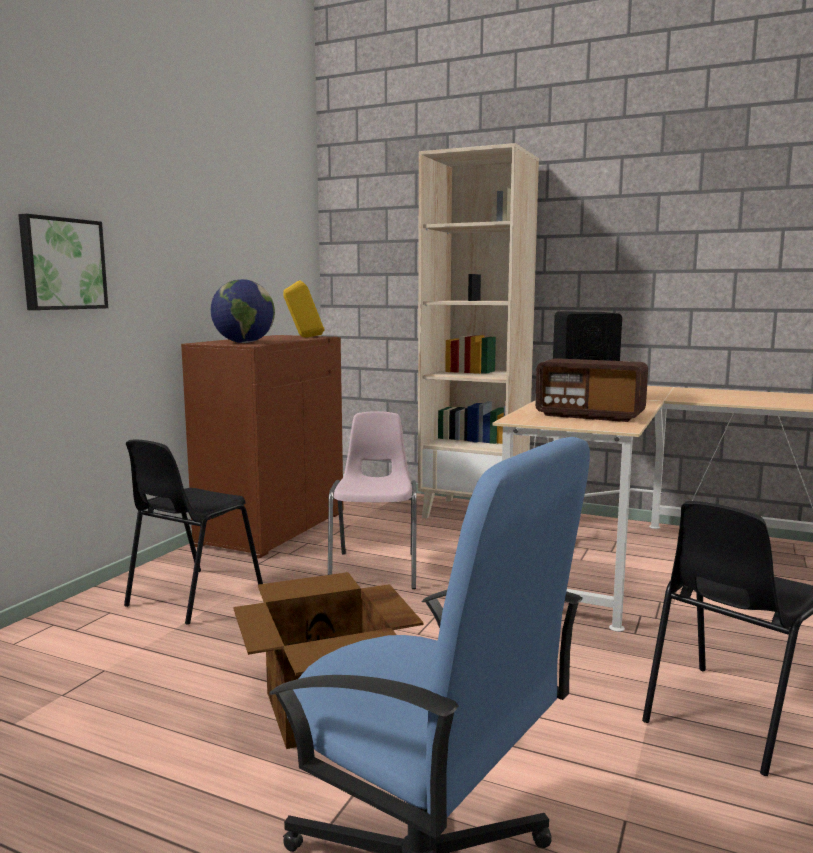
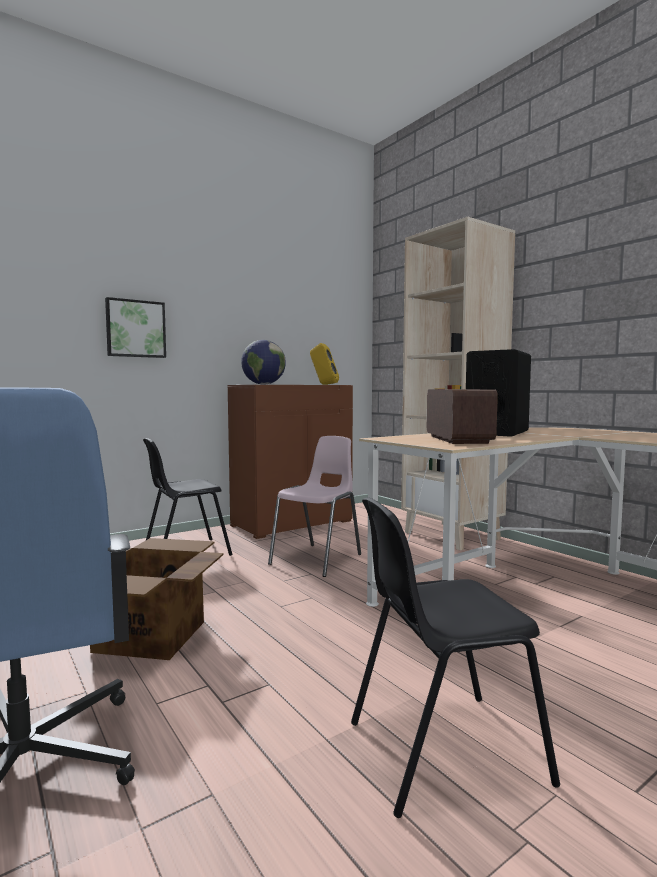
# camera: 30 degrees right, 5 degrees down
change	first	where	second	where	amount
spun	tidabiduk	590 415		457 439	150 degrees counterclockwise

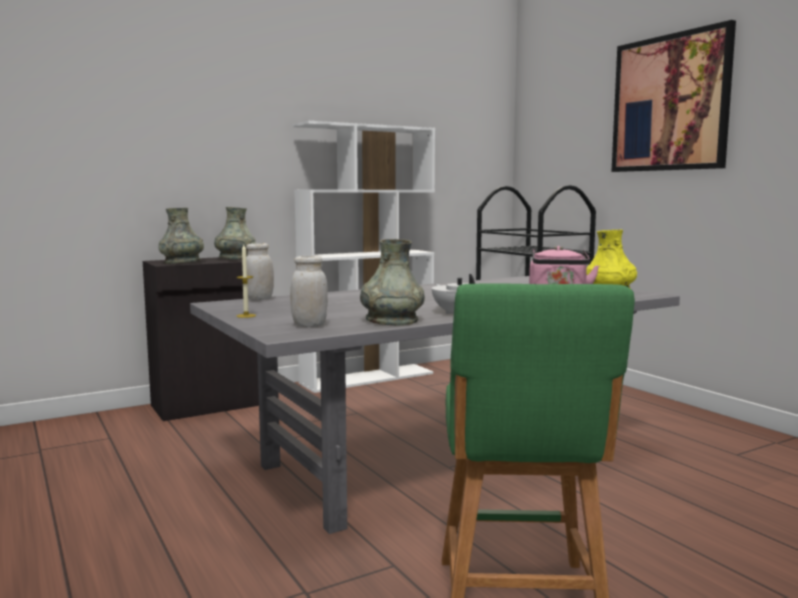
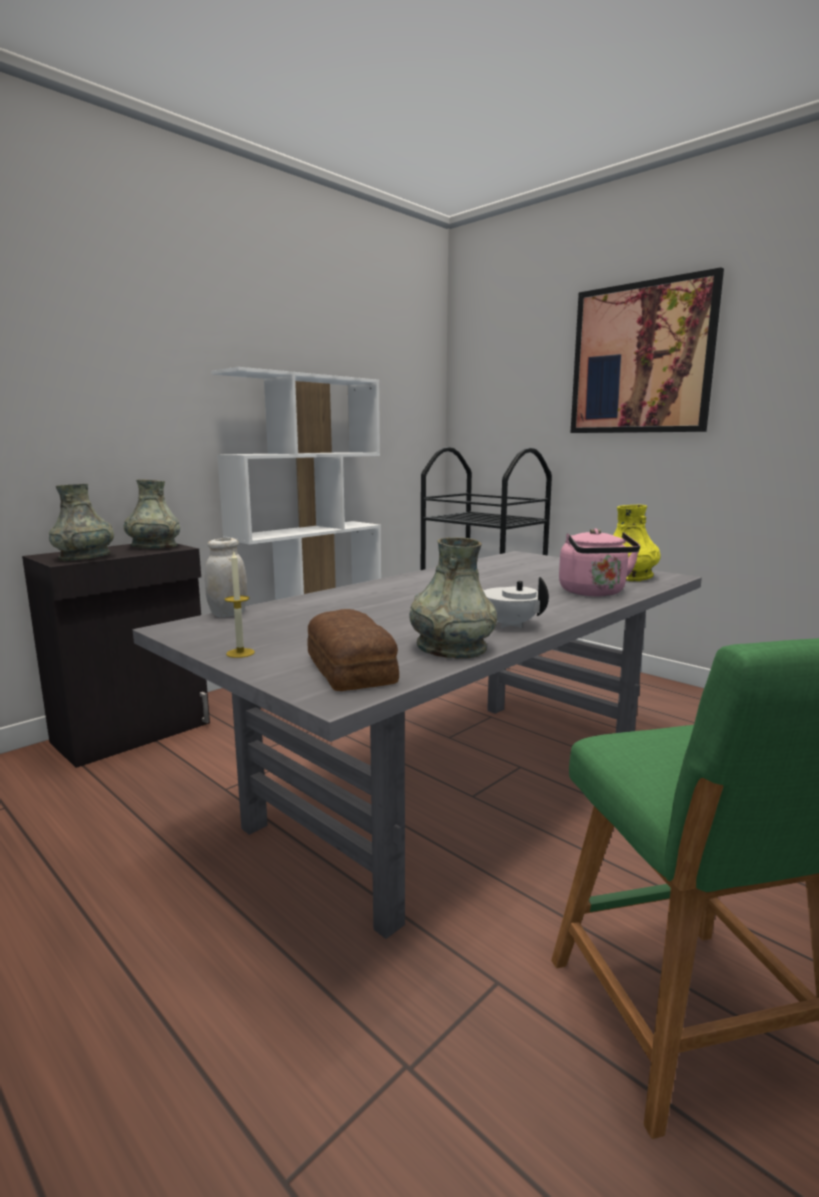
# camera: 15 degrees left, 5 degrees up
change	first	where	second	where	amount
exchanged	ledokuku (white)	309 325	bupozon	352 668	

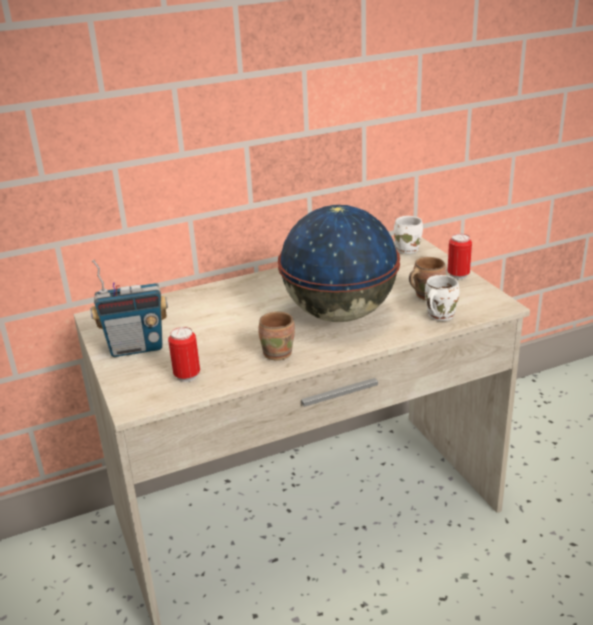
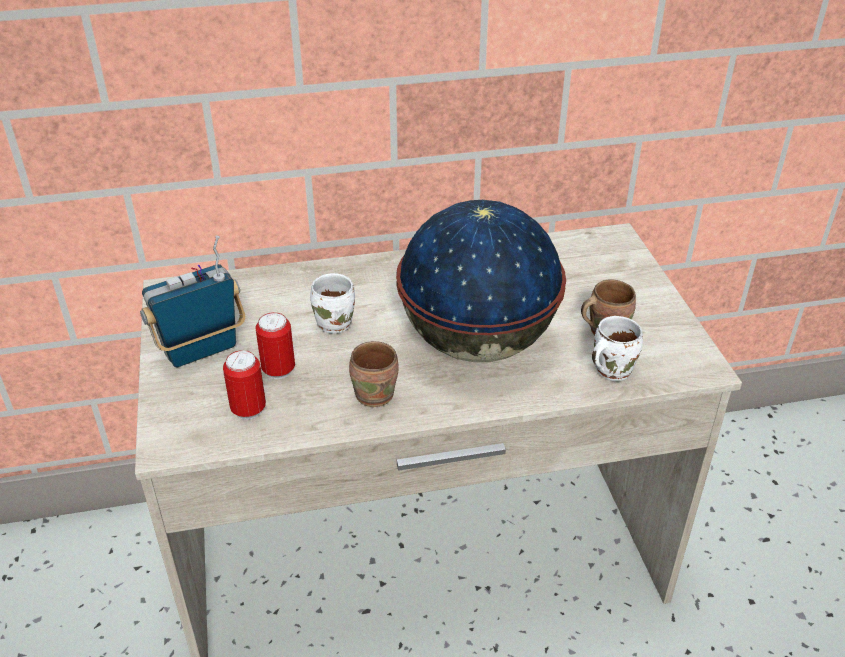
# camera: 10 degrees right, 10 degrees up
change	first	where	second	where	amount
spun	tidabiduk	136 348		201 351	150 degrees clockwise
relocated	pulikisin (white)	408 249		337 322	
relocated	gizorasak	458 275		278 370	

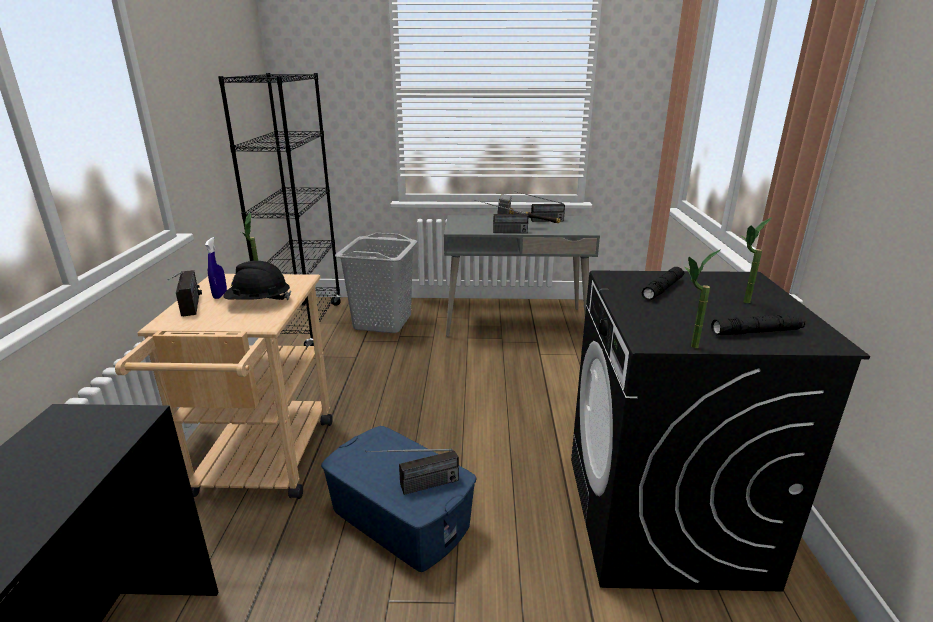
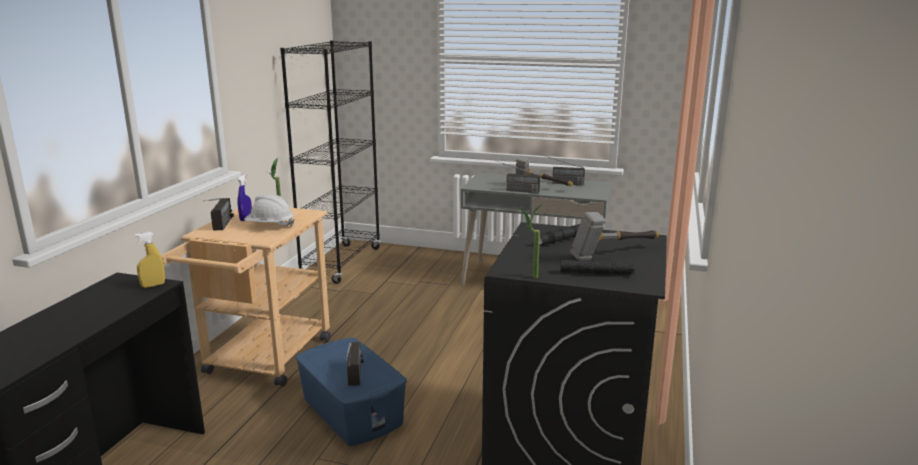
# camera: 15 degrees right, 5 degrees down
change	first	where	second	where	amount
colour	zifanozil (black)	258 302	zifanozil (white)	270 226	
missing	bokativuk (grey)	383 322			
spun	tidabiduk	415 488		355 379	90 degrees counterclockwise
exchanged	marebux	741 302	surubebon	614 254	
appeared			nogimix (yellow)	153 285	

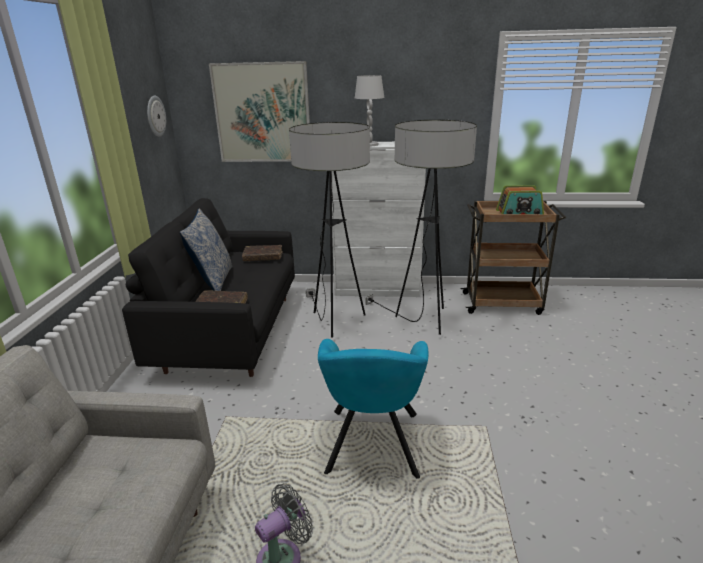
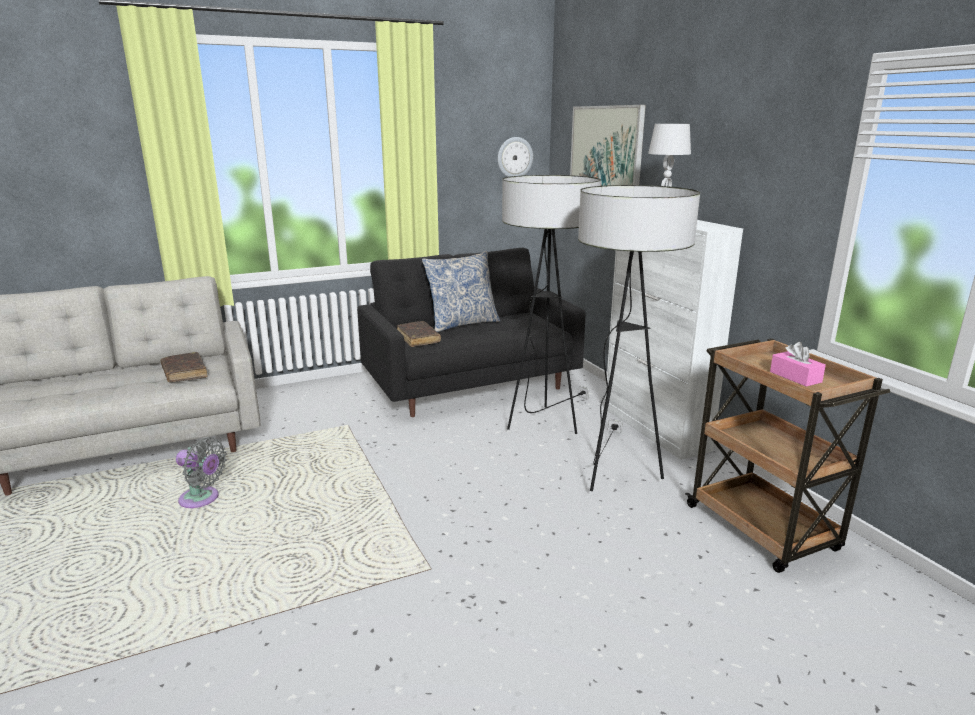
# camera: 60 degrees right, 5 degrees down
change	first	where	second	where	amount
relocated	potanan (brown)	263 257		184 373	
missing	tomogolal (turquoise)	373 446			
exchanged	tidabiduk	519 213	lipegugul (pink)	795 377	

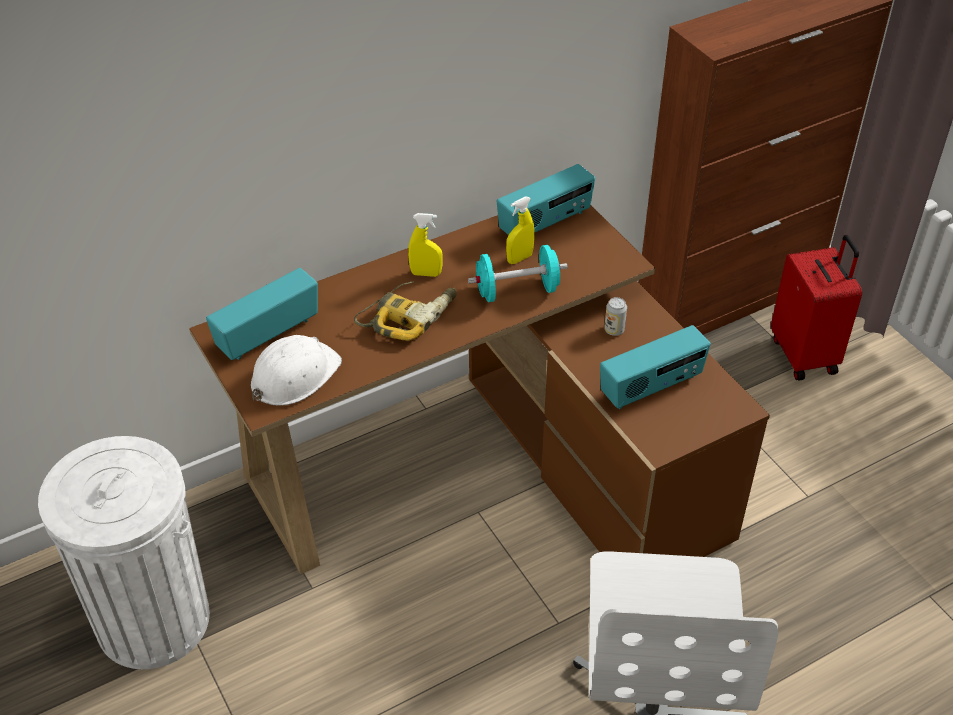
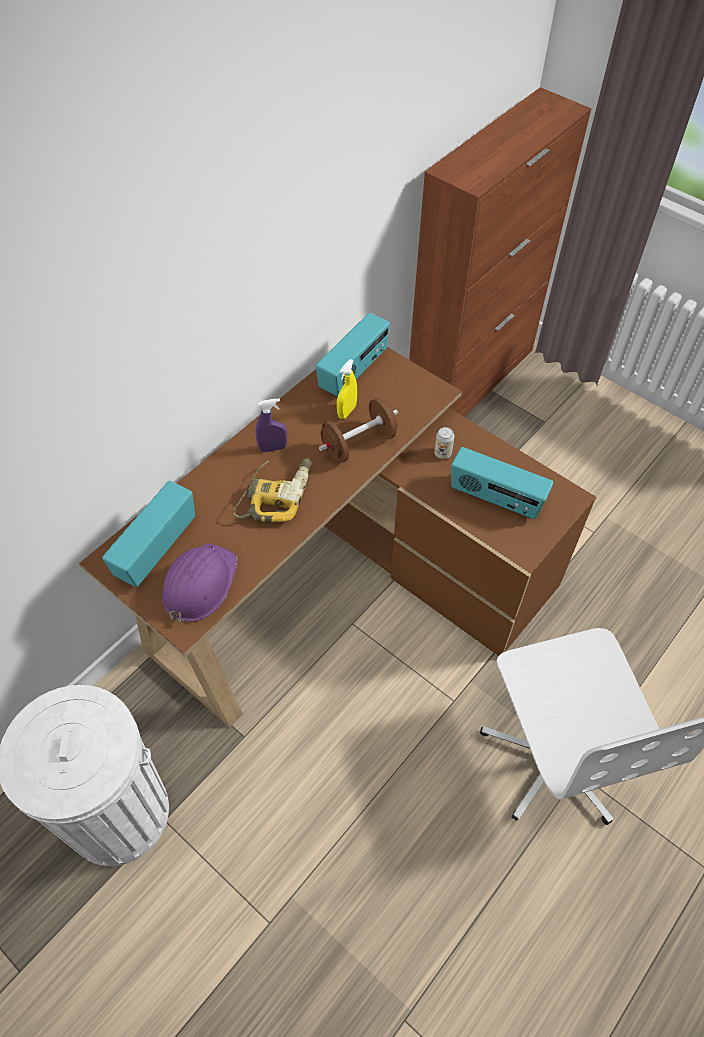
# camera: 20 degrees left, 10 degrees up
change	first	where	second	where	amount
colour	zifanozil (white)	294 376	zifanozil (purple)	199 584	
colour	nogimix (yellow)	426 273	nogimix (purple)	273 448	
colour	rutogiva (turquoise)	517 291	rutogiva (brown)	358 443	
spun	tidabiduk	651 387		495 499	75 degrees clockwise
missing	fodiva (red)	805 355			

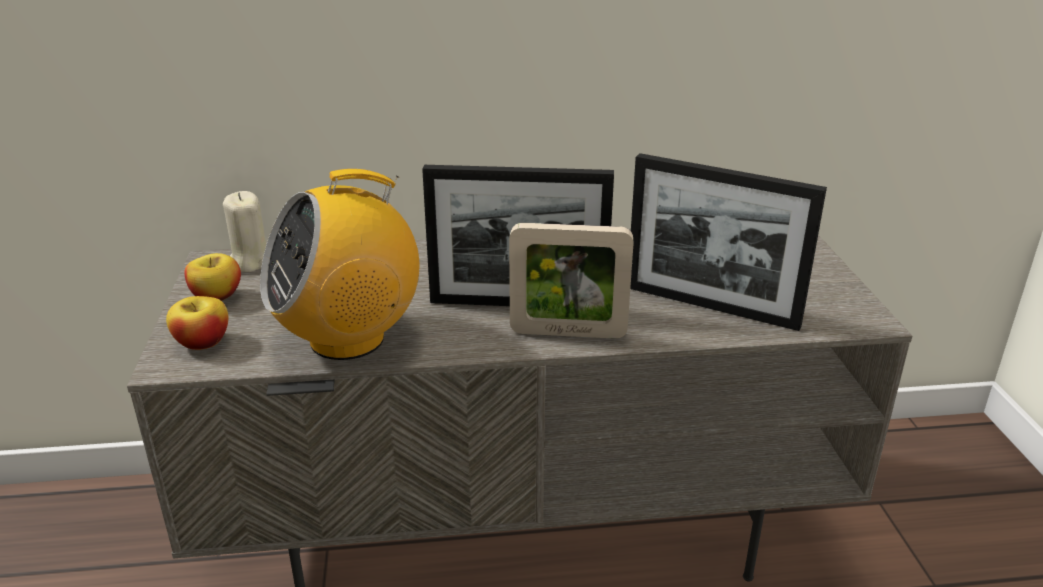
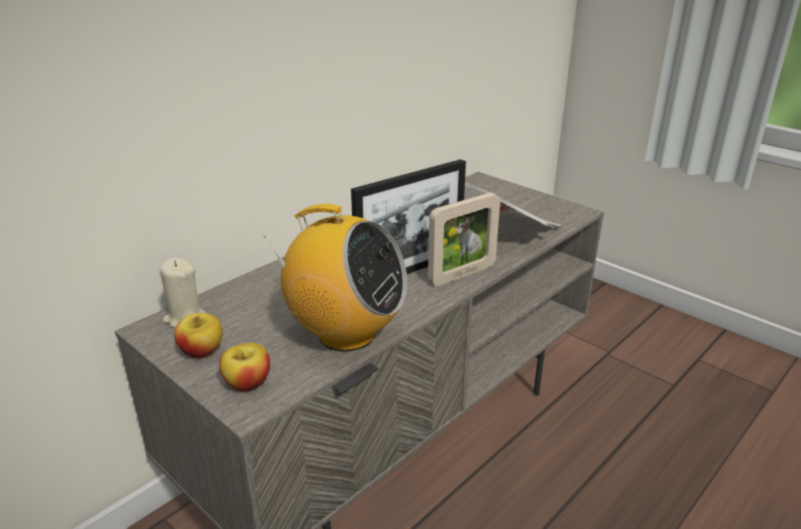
# camera: 40 degrees left, 0 degrees up
change	first	where	second	where	amount
spun	tidabiduk	348 339		345 334	90 degrees counterclockwise
exchanged	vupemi	710 306	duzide	506 232	

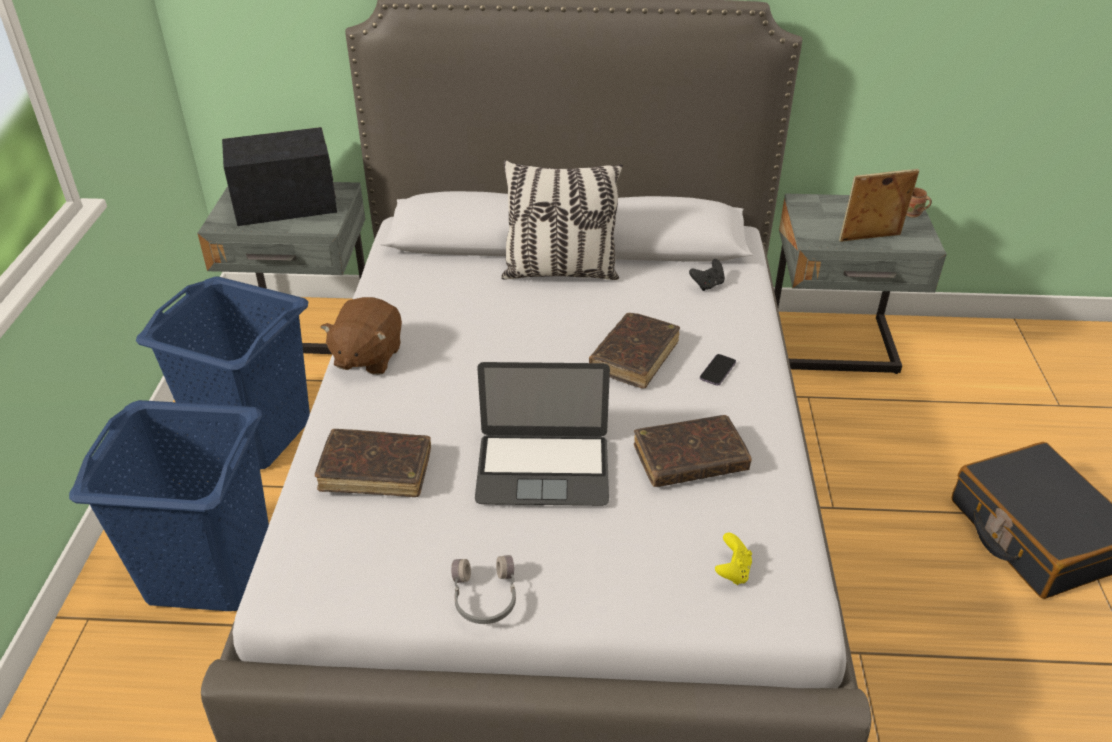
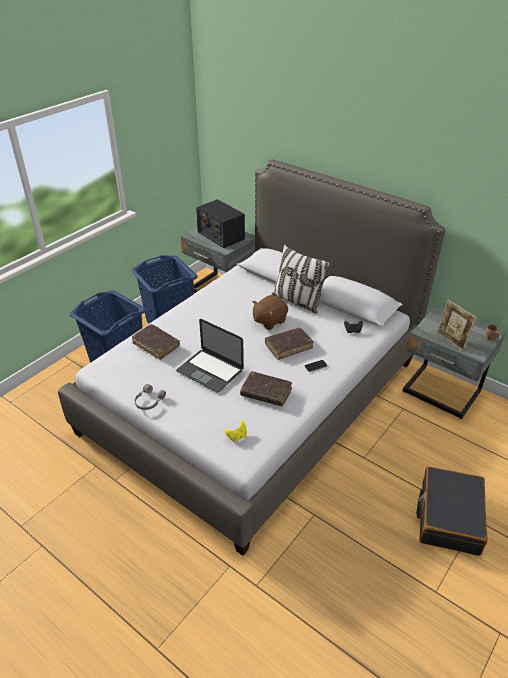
# camera: 35 degrees right, 0 degrees up
change	first	where	second	where	amount
spun	tidabiduk	286 204		220 235	150 degrees counterclockwise
relocated	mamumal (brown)	367 357		269 321	
spun	vupemi	870 239		451 341	150 degrees counterclockwise

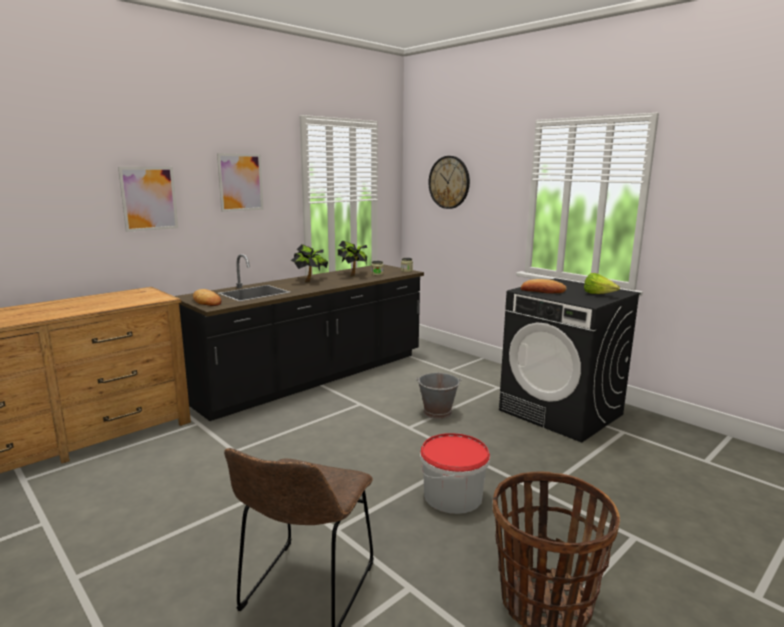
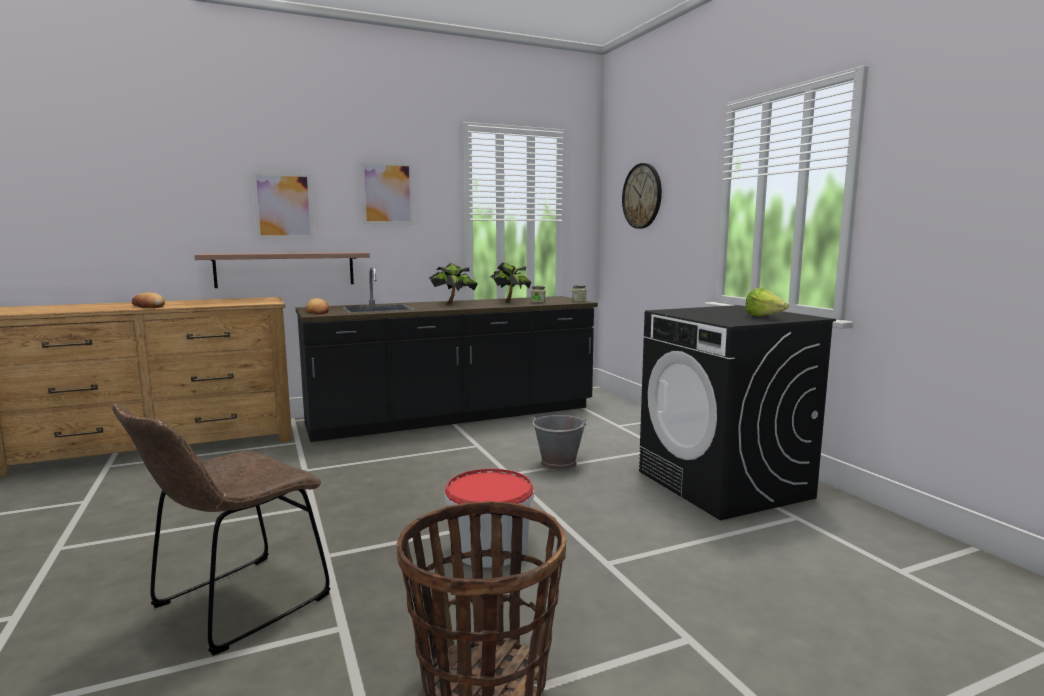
# camera: 20 degrees right, 5 degrees down
change	first	where	second	where	amount
relocated	bupozon	542 291		148 306	
appeared			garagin	285 269	

